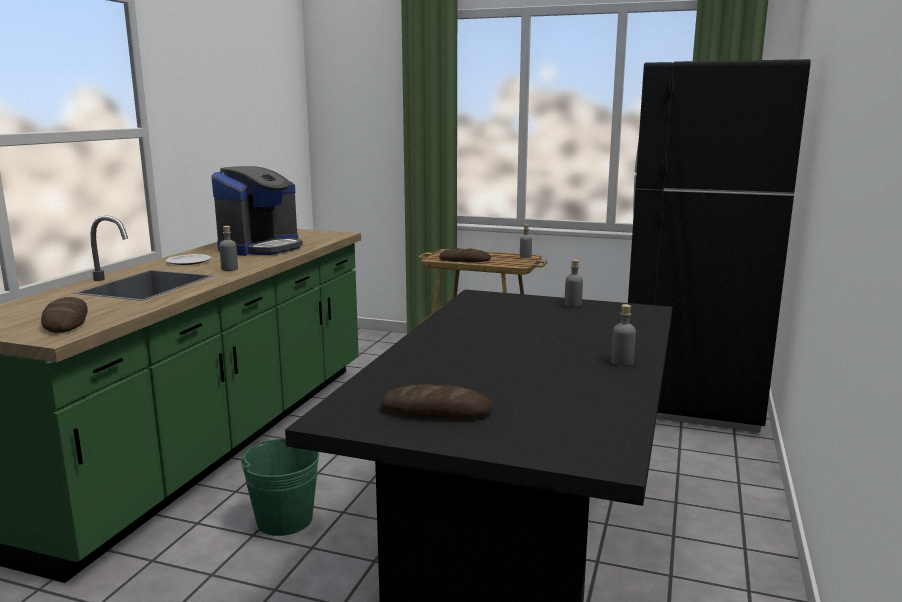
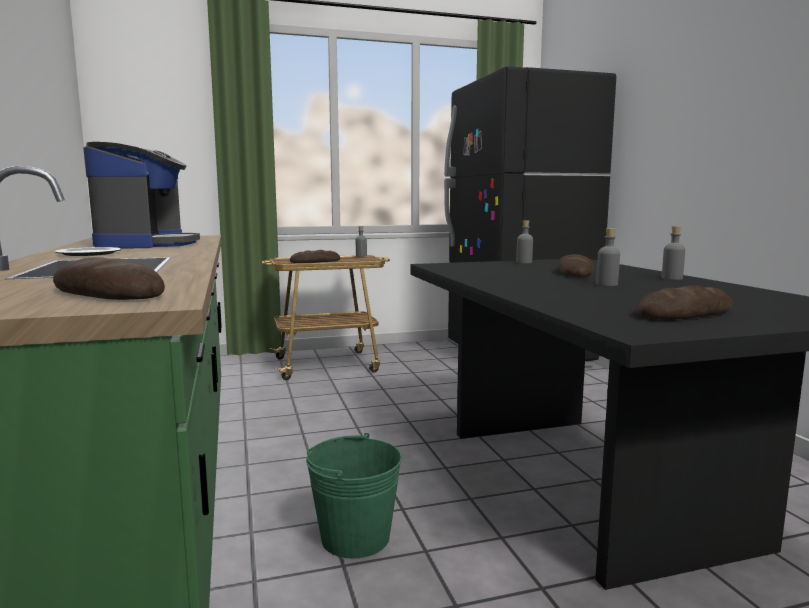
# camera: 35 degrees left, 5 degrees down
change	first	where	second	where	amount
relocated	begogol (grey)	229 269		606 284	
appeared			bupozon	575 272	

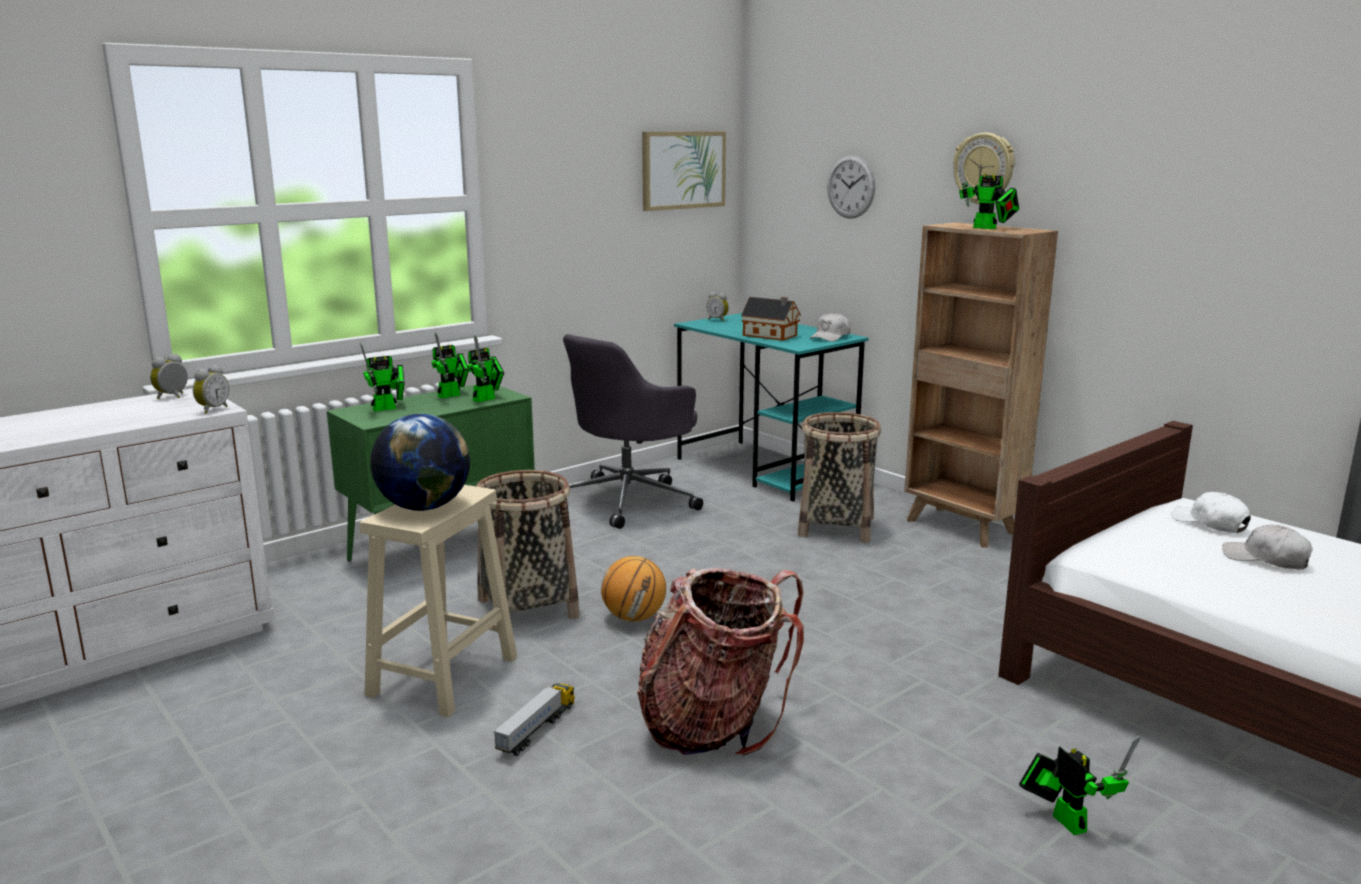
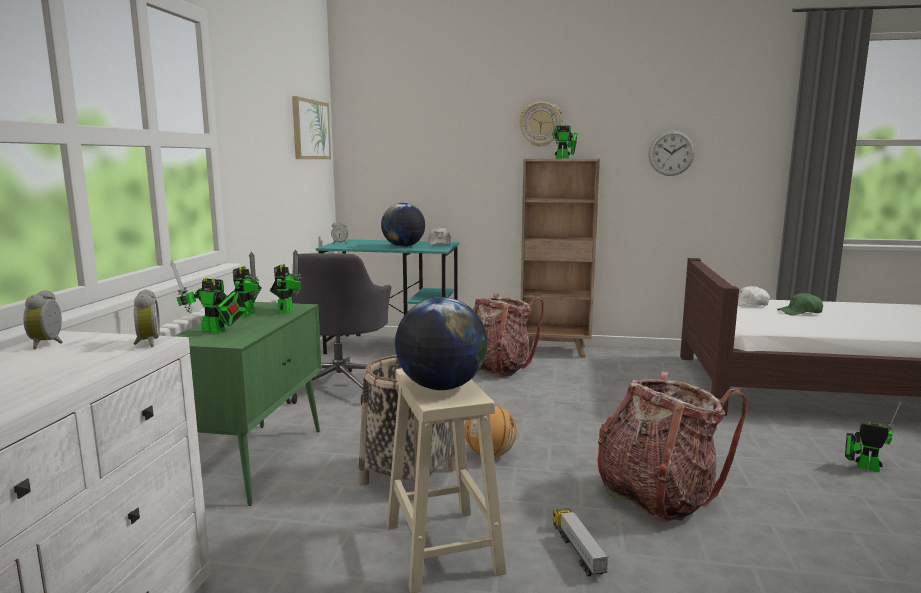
# camera: 40 degrees left, 5 degrees down
change	first	where	second	where	amount
spun	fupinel	388 408		216 331	90 degrees clockwise
exchanged	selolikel	771 335	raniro	403 246	
exchanged	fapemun	836 527	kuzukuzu	496 367	
relocated	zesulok	851 187		671 153	
colour	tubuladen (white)	1266 559	tubuladen (green)	800 312	

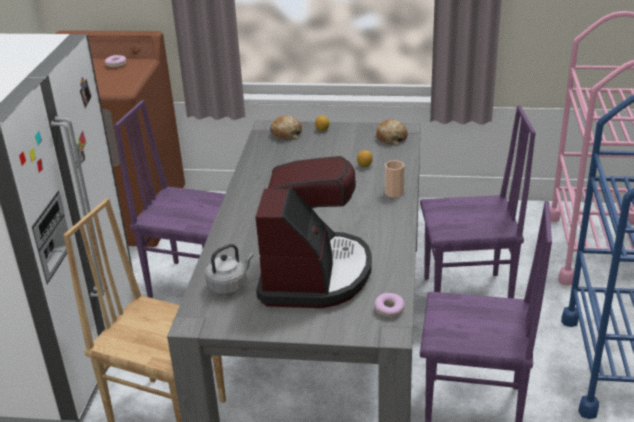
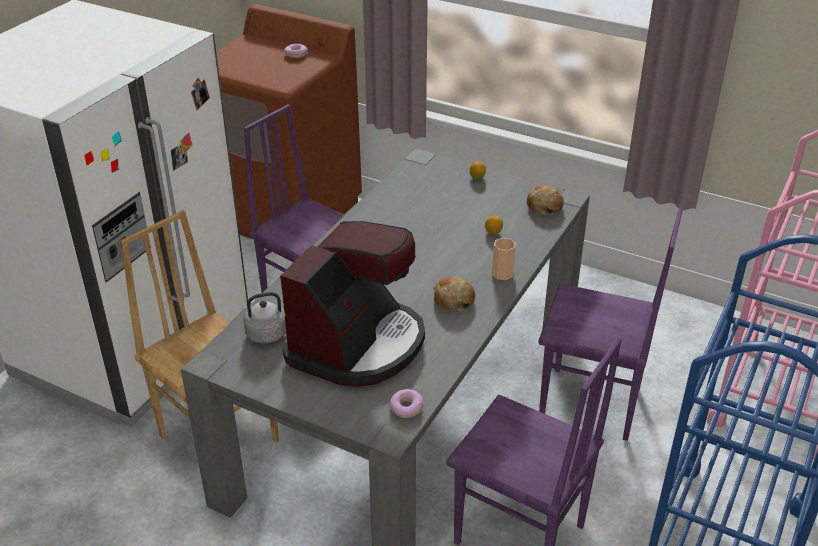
# camera: 20 degrees right, 5 degrees up
change	first	where	second	where	amount
relocated	bupozon	286 134		453 300	

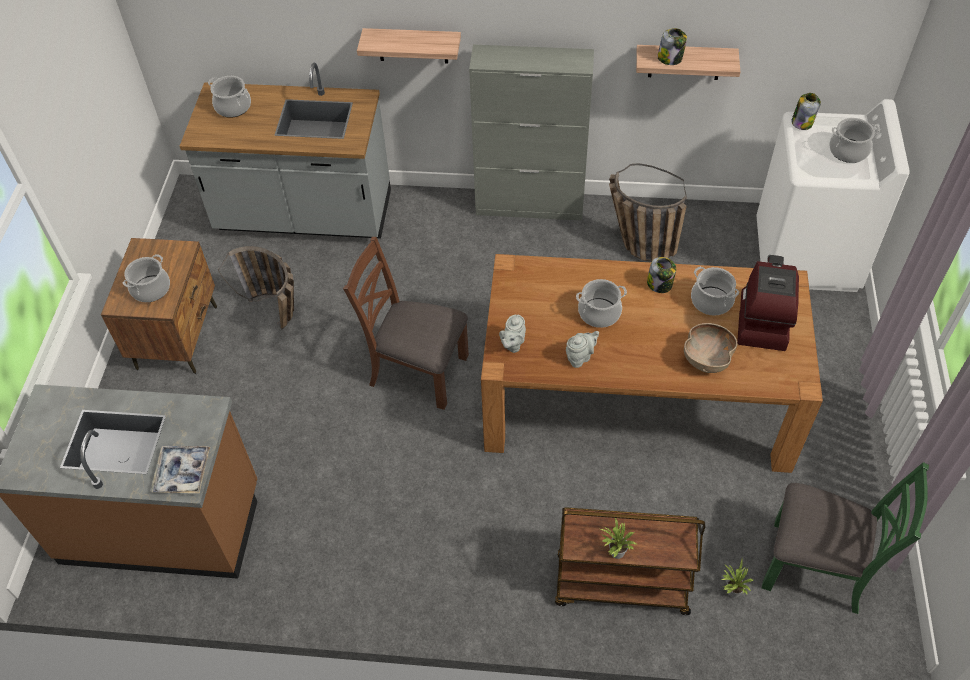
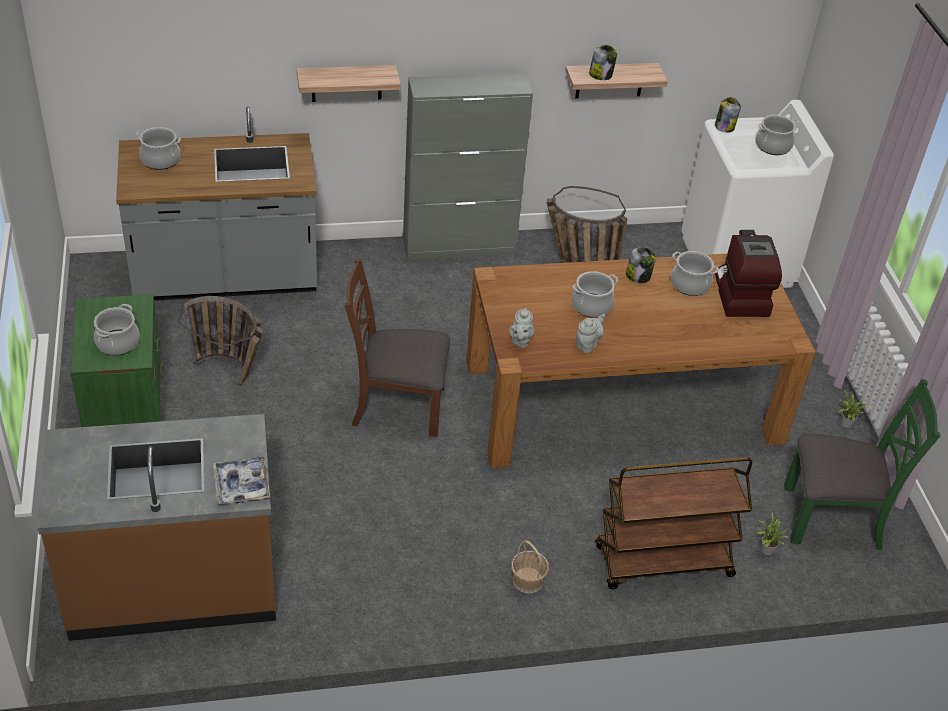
# camera: 20 degrees left, 10 degrees down
change	first	where	second	where	amount
colour	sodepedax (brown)	178 337	sodepedax (green)	126 407	
relocated	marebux	615 552		845 424	
missing	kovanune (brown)	706 358			
appeared			fapemun	527 581	

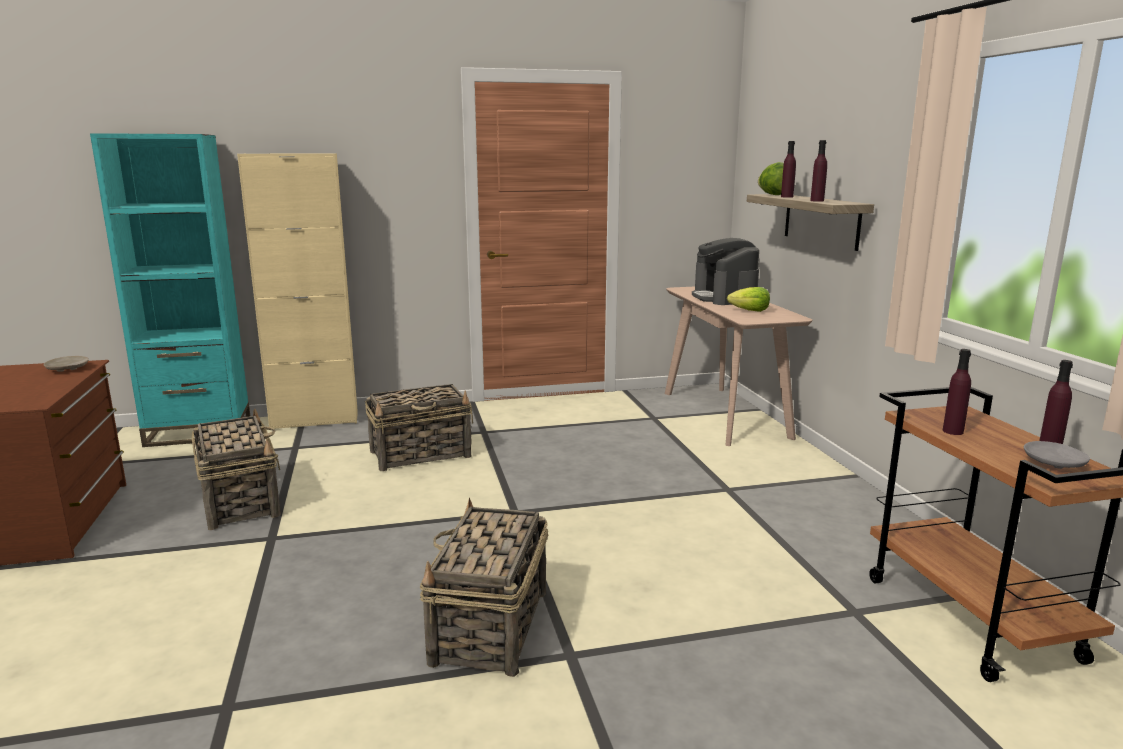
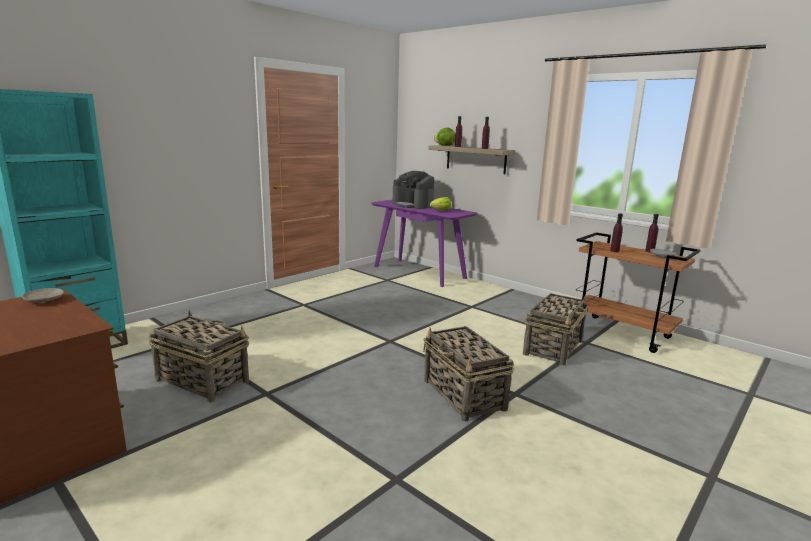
# camera: 35 degrees left, 0 degrees up
change	first	where	second	where	amount
missing	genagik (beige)	315 420			
relocated	fapemun	421 454		553 347	
colour	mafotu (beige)	725 414	mafotu (purple)	419 272	

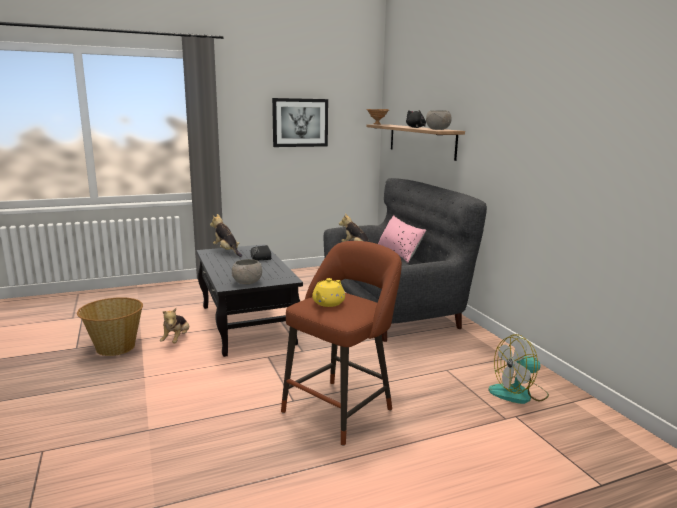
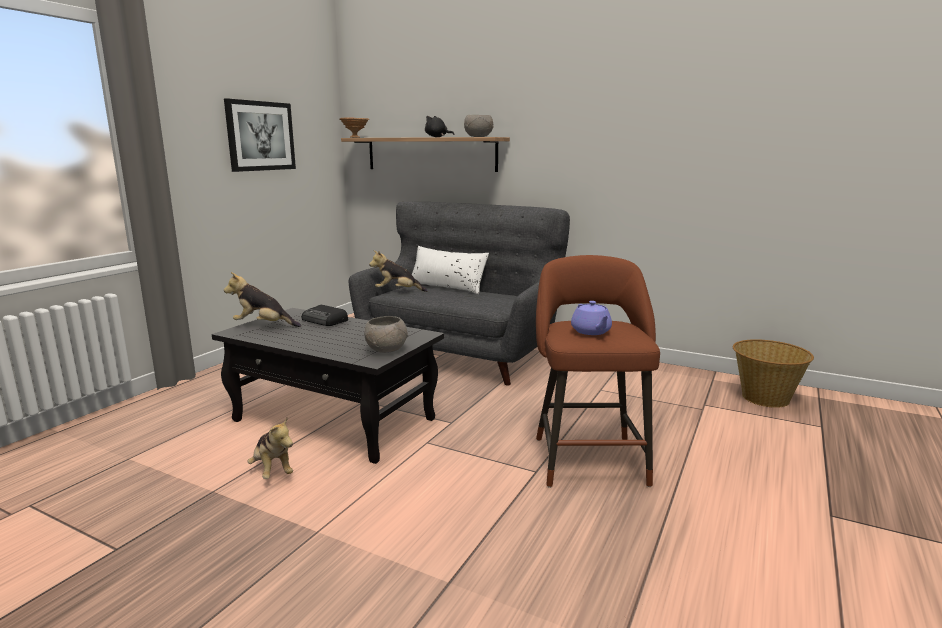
# camera: 40 degrees left, 0 degrees up
change	first	where	second	where	amount
relocated	fapemun	115 347		765 398	
colour	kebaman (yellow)	328 303	kebaman (purple)	591 331	
colour	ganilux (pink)	399 252	ganilux (white)	447 287	
missing	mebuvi	519 393			

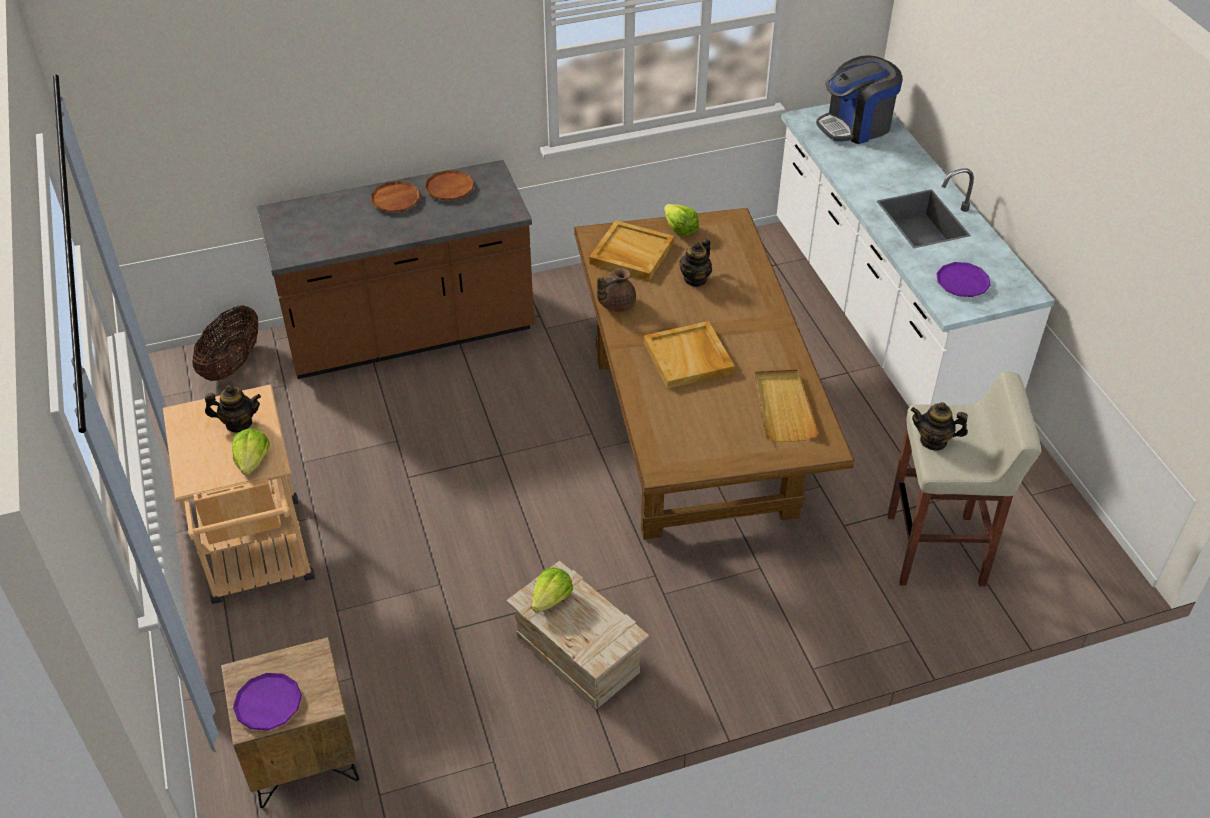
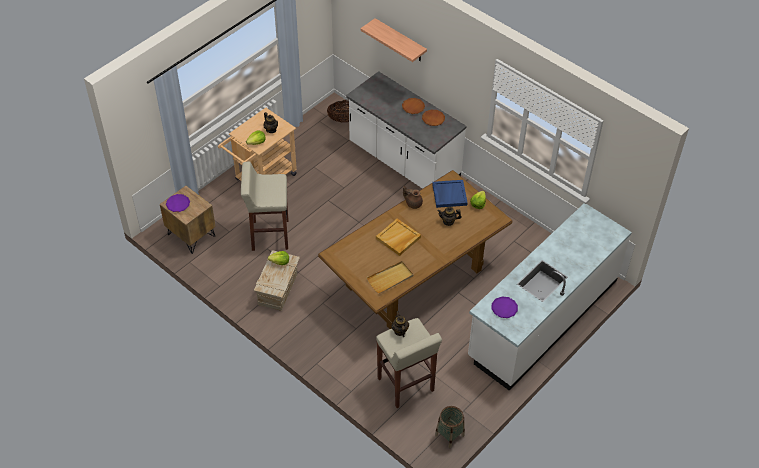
# camera: 60 degrees right, 5 degrees up
change	first	where	second	where	amount
colour	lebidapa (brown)	410 335	lebidapa (white)	403 162	
colour	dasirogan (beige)	631 253	dasirogan (blue)	449 194	
missing	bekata	856 126			
appeared			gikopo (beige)	269 235	
appeared			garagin	400 41	
appeared			fapemun	449 435	

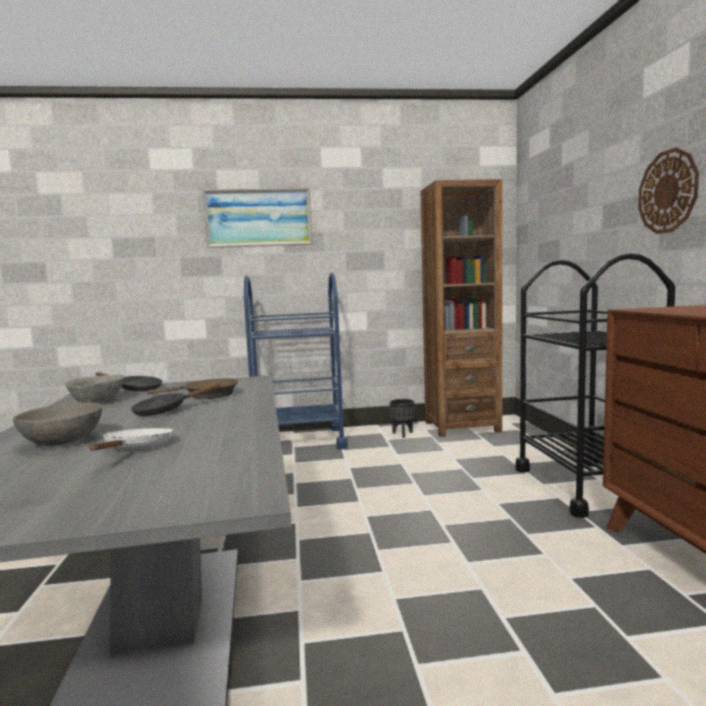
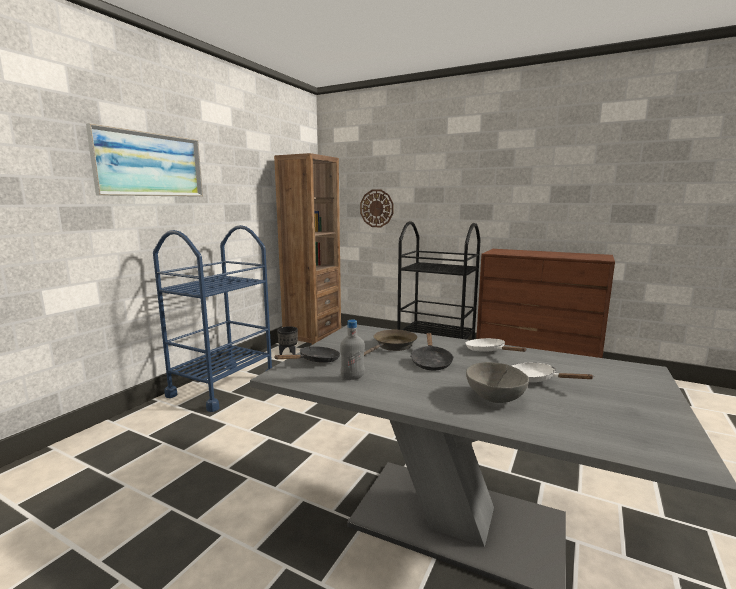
# camera: 55 degrees left, 5 degrees up
change	first	where	second	where	amount
exchanged	kovanune (grey)	98 402	begogol (grey)	352 377	
relocated	zesulok	668 192		376 208	
appeared			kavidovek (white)	488 351	

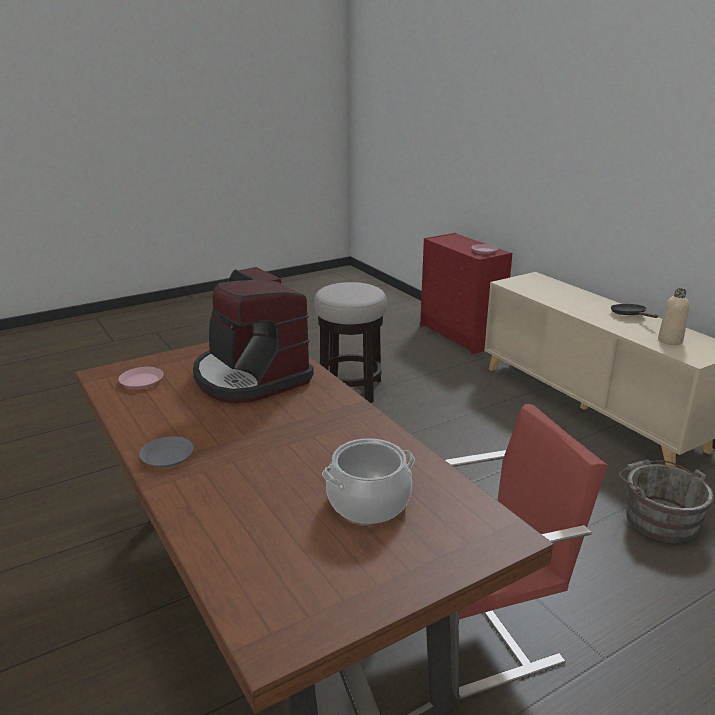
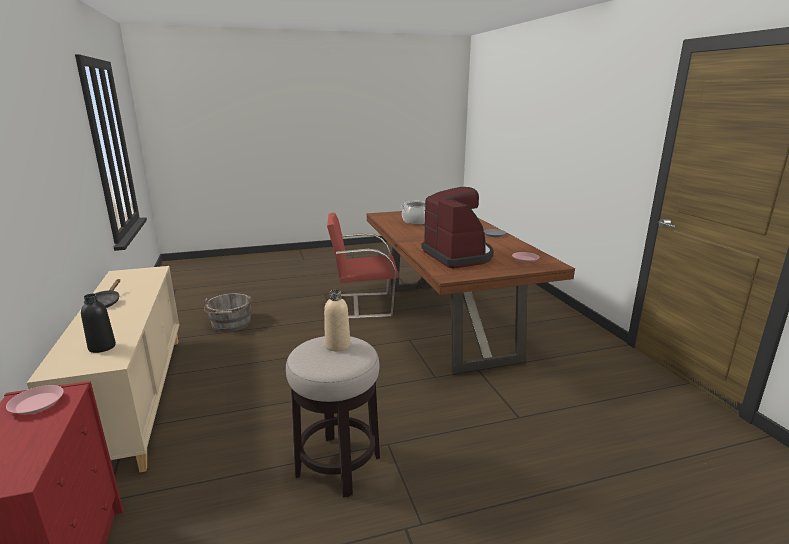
# camera: 165 degrees left, 5 degrees down
change	first	where	second	where	amount
relocated	begogol (beige)	670 341		337 345	
appeared			begogol (black)	102 347	

